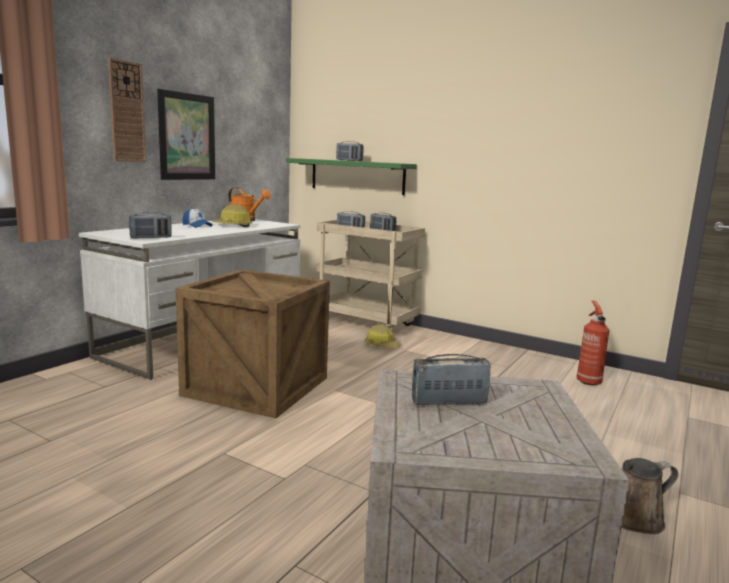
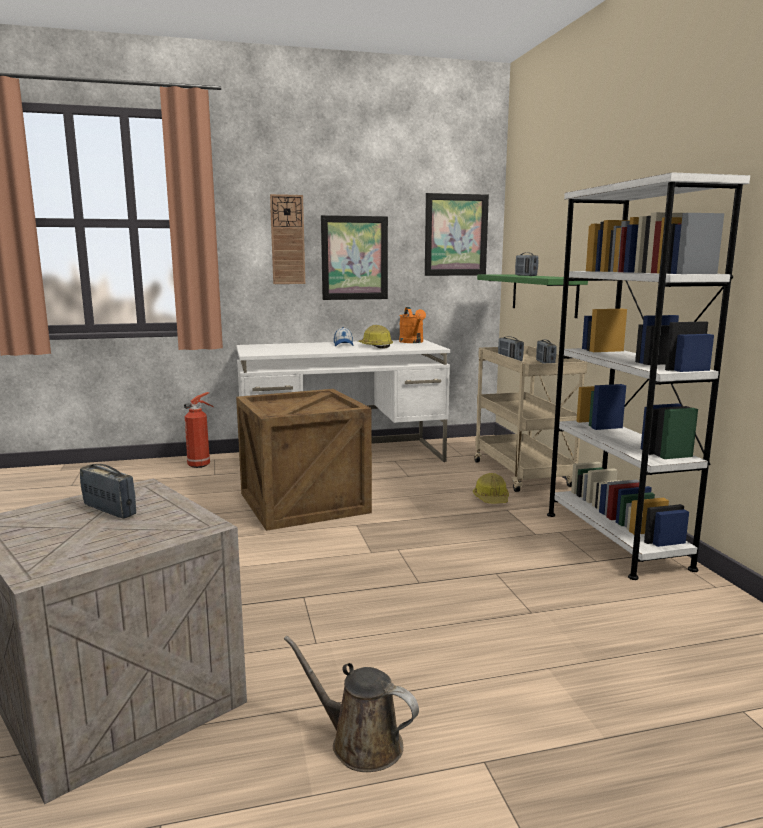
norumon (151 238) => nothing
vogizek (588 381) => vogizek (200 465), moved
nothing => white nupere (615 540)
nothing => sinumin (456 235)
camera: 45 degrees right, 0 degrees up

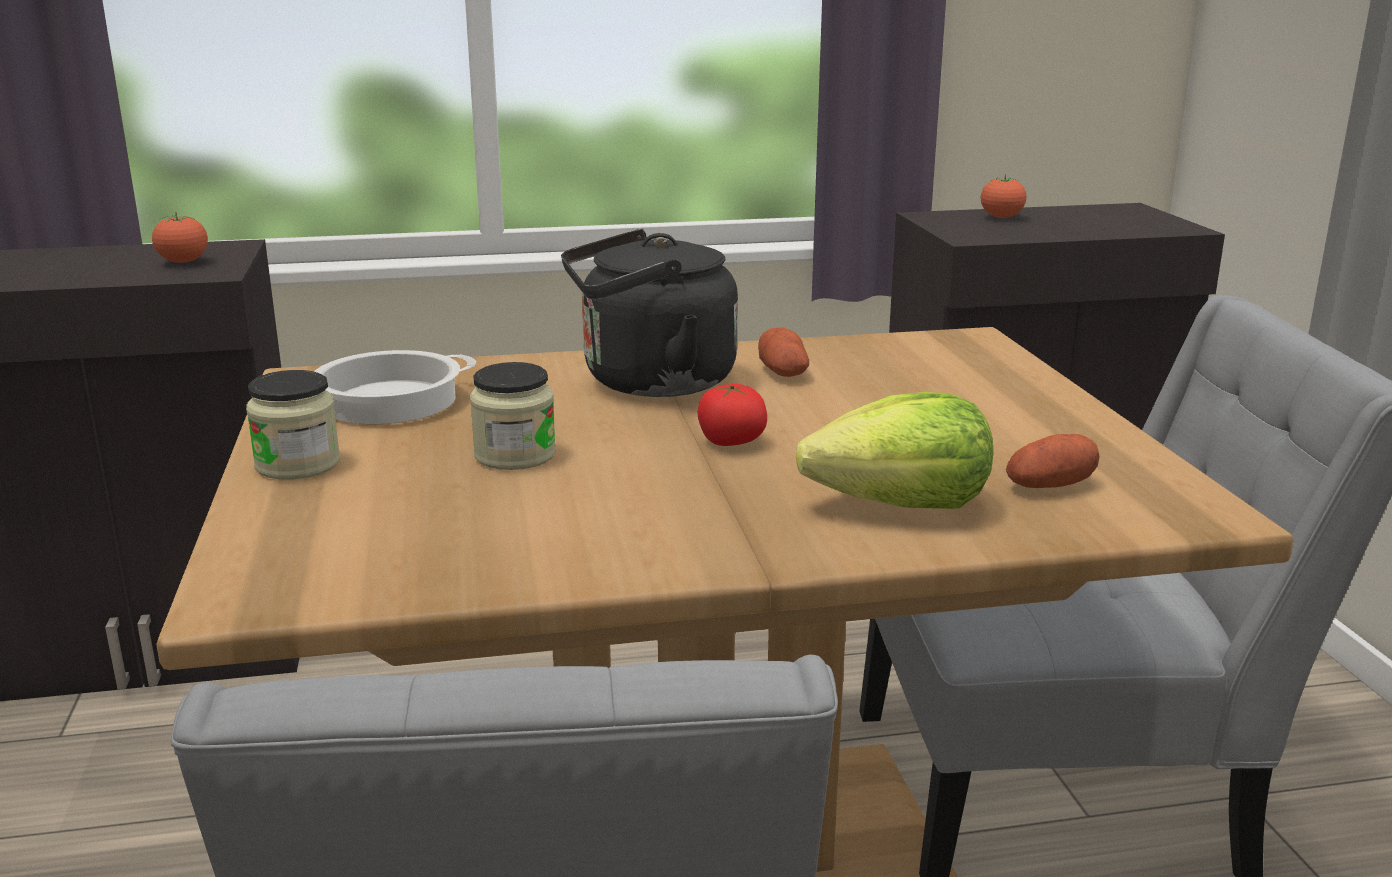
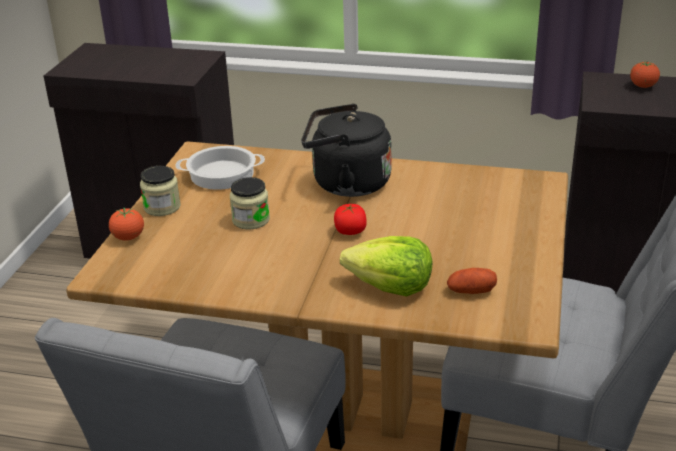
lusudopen (183 262) => lusudopen (128 237), moved
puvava (783 372) => nothing
camera: 25 degrees right, 10 degrees up

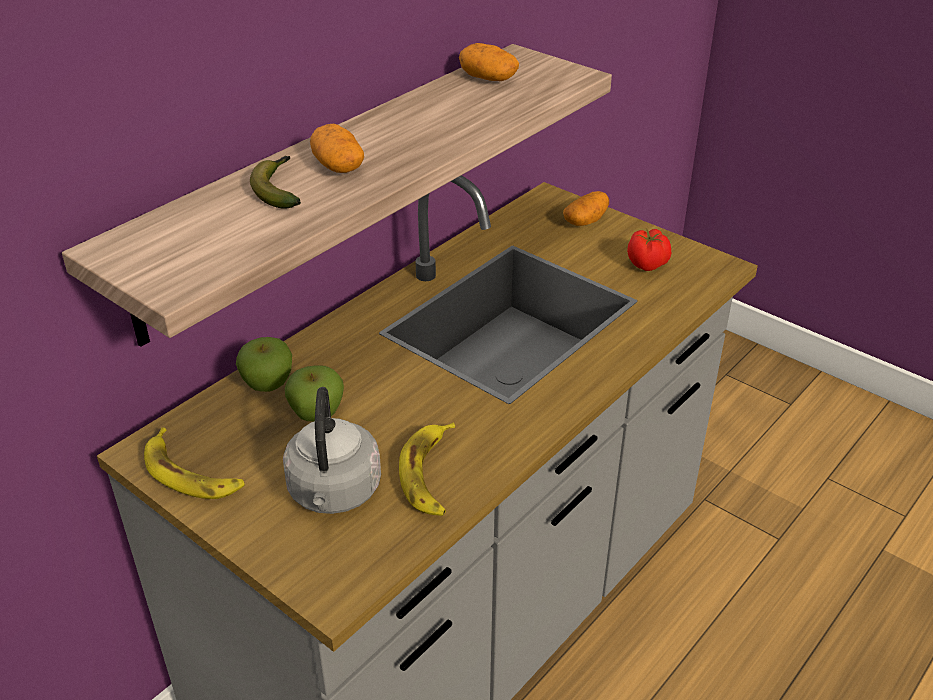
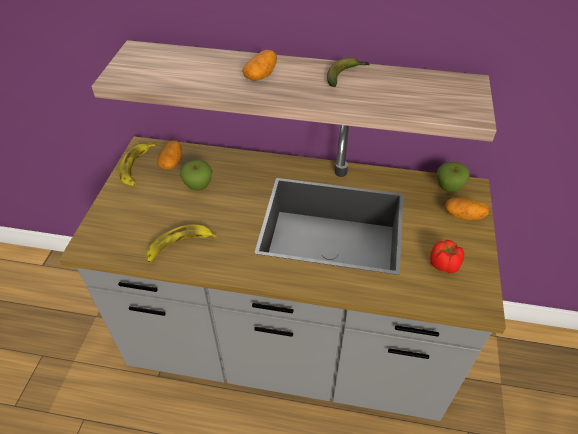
puvava (488 79) => puvava (172 162), moved
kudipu (278 189) => kudipu (346 76), moved
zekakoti (268 385) => zekakoti (448 188), moved
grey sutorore (334 493) => nothing
camera: 60 degrees right, 10 degrees up

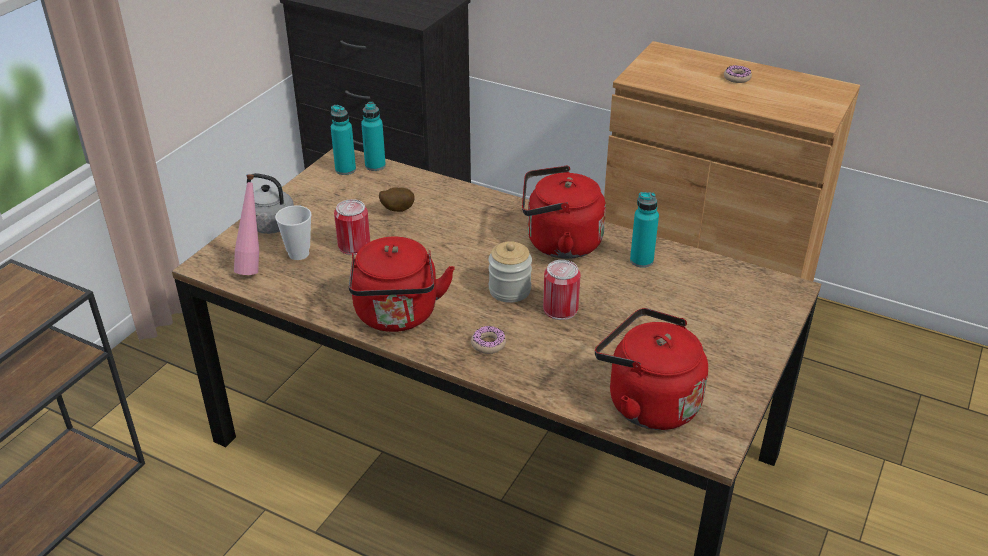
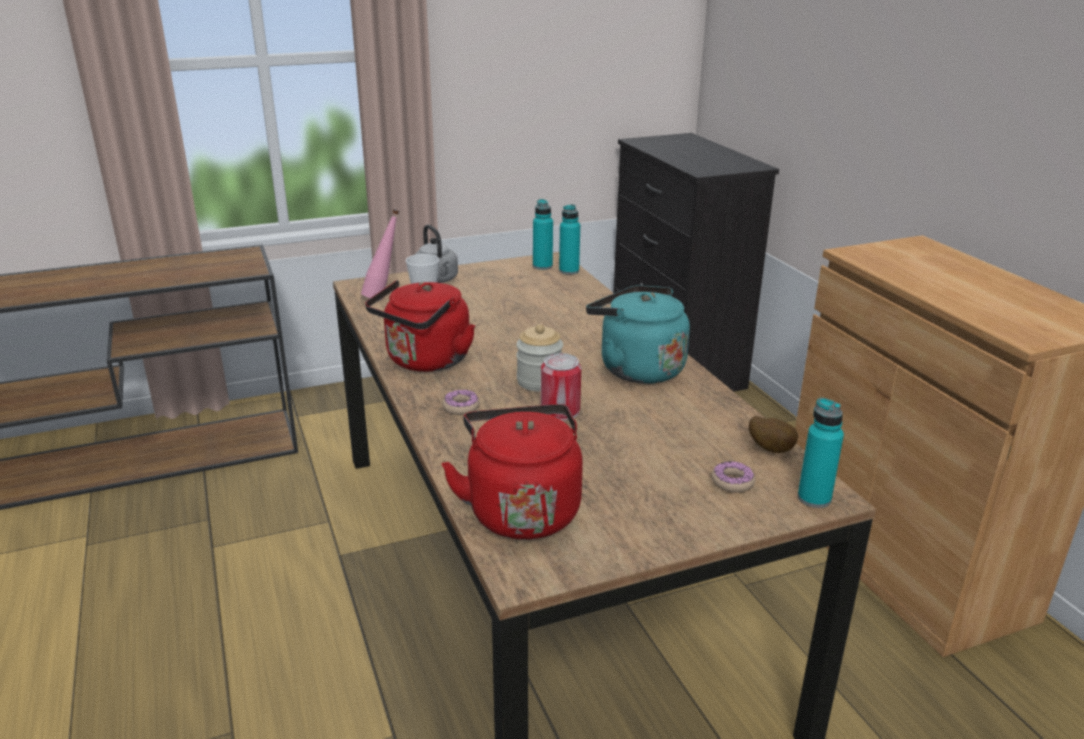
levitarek (737 78) => levitarek (732 482), moved
red sutorore (559 243) => turquoise sutorore (636 368)
puvava (397 210) => puvava (770 449), moved
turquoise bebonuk (641 260) => turquoise bebonuk (814 498), moved
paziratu (354 246) => nothing
camera: 40 degrees right, 10 degrees down

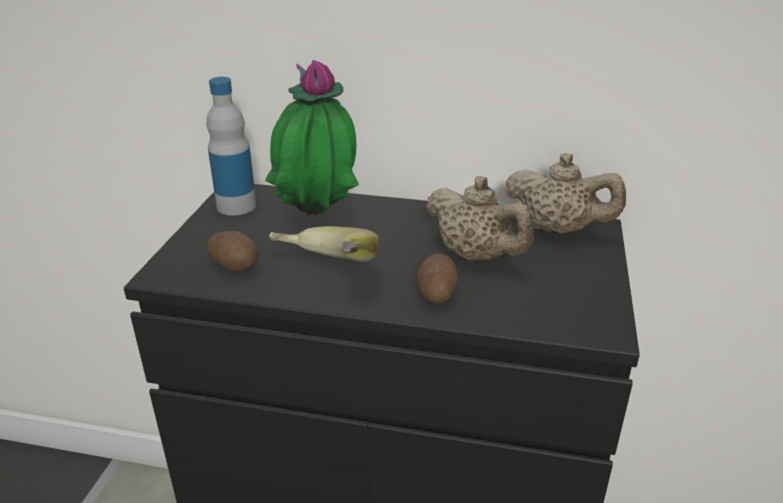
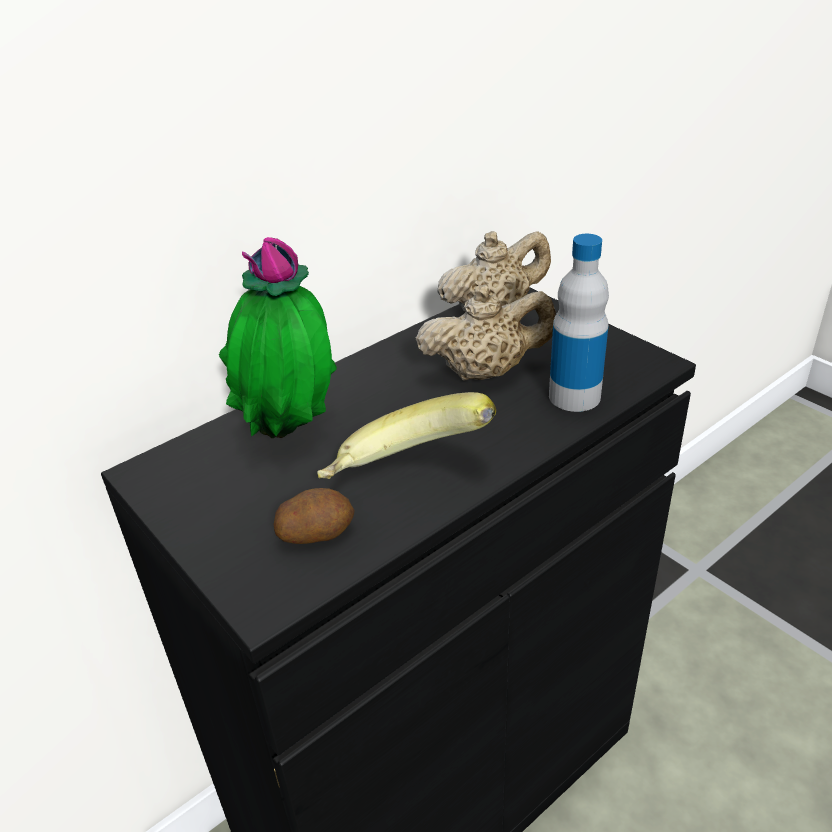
bebonuk (236 206) => bebonuk (574 396), moved
puvava (436 293) => nothing
camera: 50 degrees left, 5 degrees up

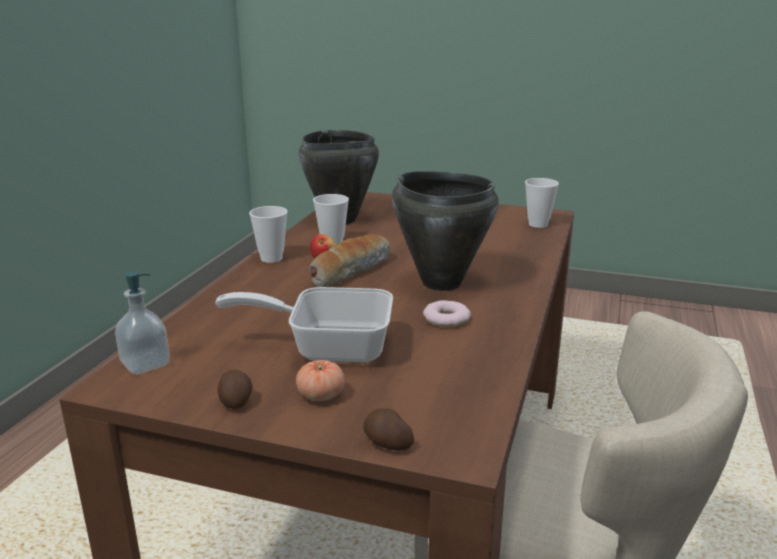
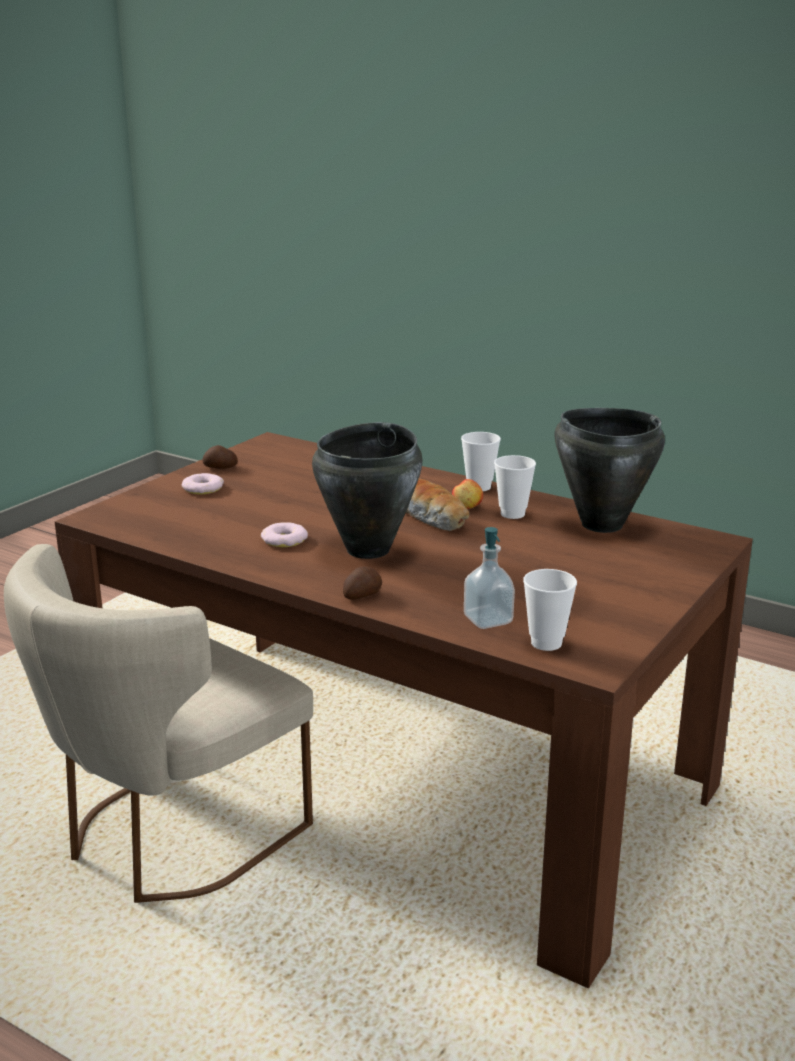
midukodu (145 364) => midukodu (488 620), moved
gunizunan (328 347) => nothing
lusudopen (321 395) => levitarek (203 488)
puvava (387 443) => puvava (361 595), moved
camera: 105 degrees right, 0 degrees up

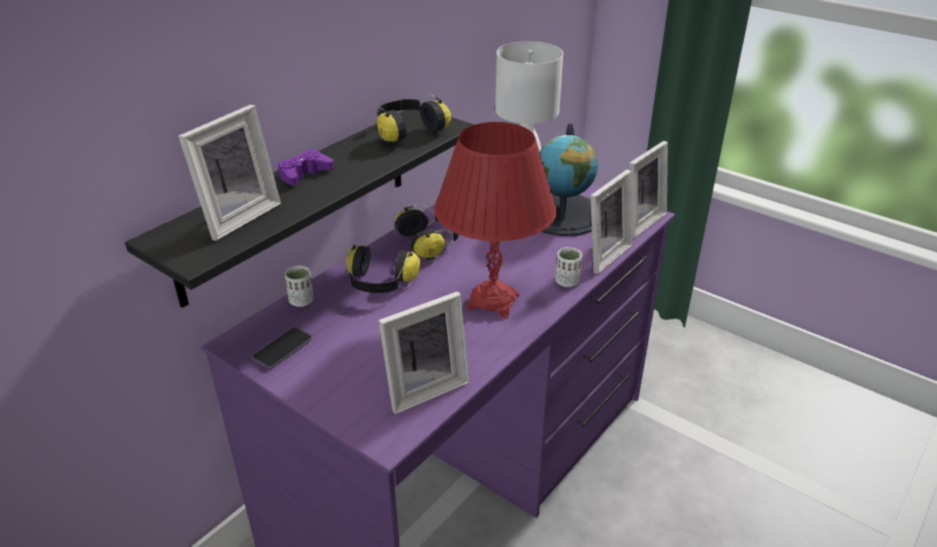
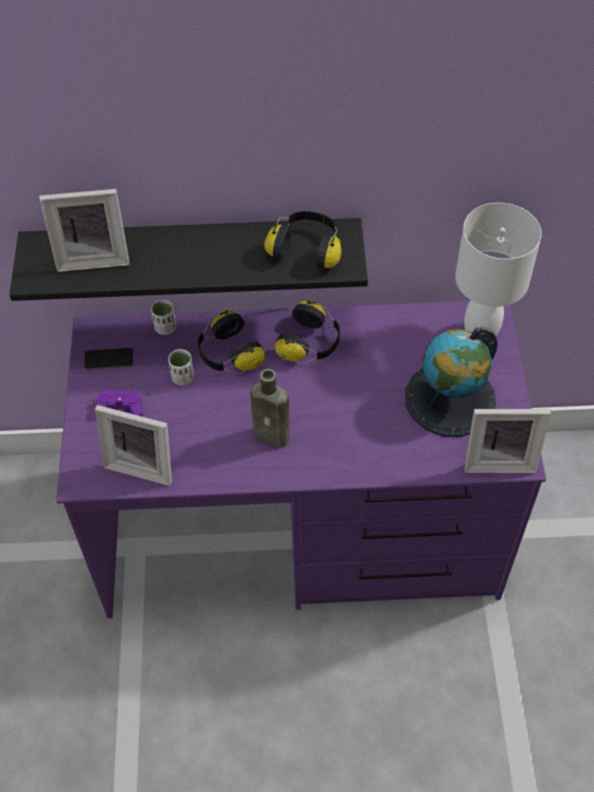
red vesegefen (493 302) => brown bebonuk (274 436)
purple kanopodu (304 174) => purple kanopodu (121 408), moved
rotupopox (602 254) => nothing
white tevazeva (567 282) => white tevazeva (182 377), moved
camera: 50 degrees right, 20 degrees up

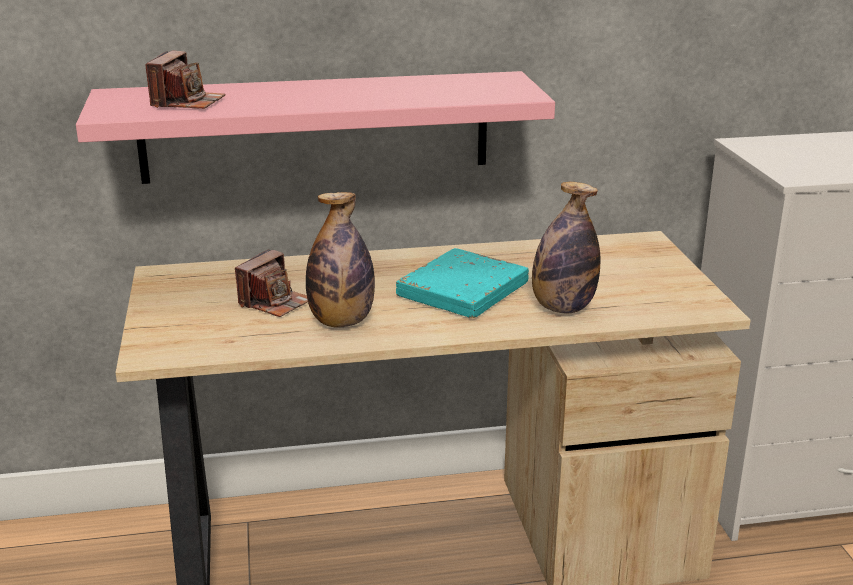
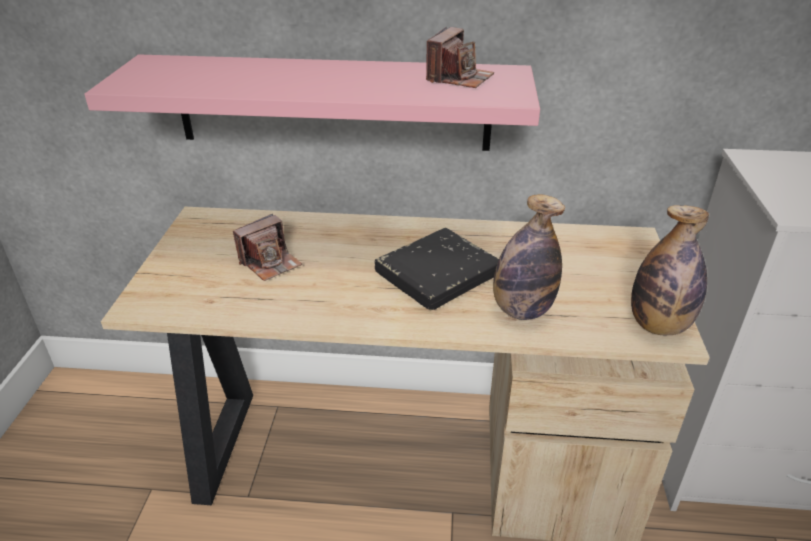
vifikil (187 102) => vifikil (459 78), moved
bebonuk (341 322) => bebonuk (658 325), moved
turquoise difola (463 291) => black difola (438 274)
camera: 15 degrees right, 10 degrees up

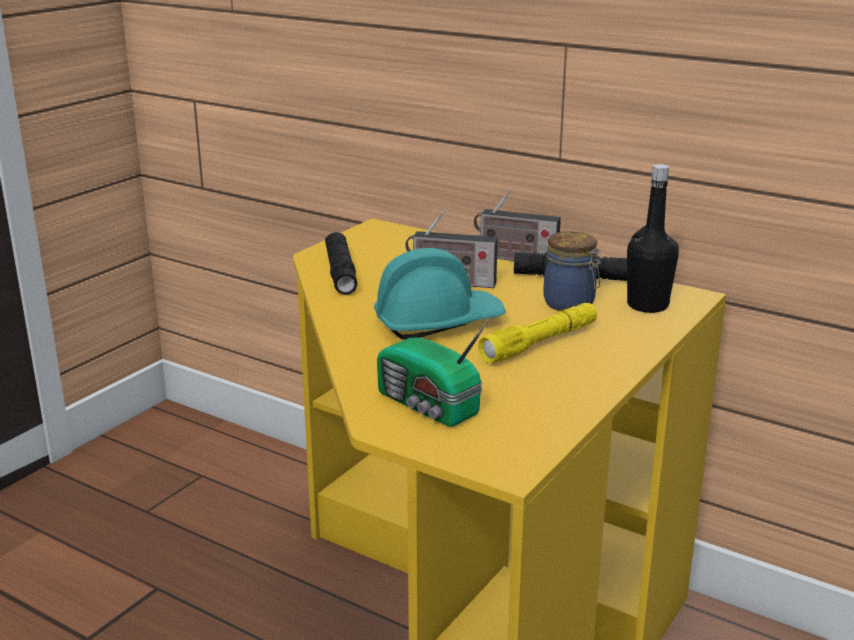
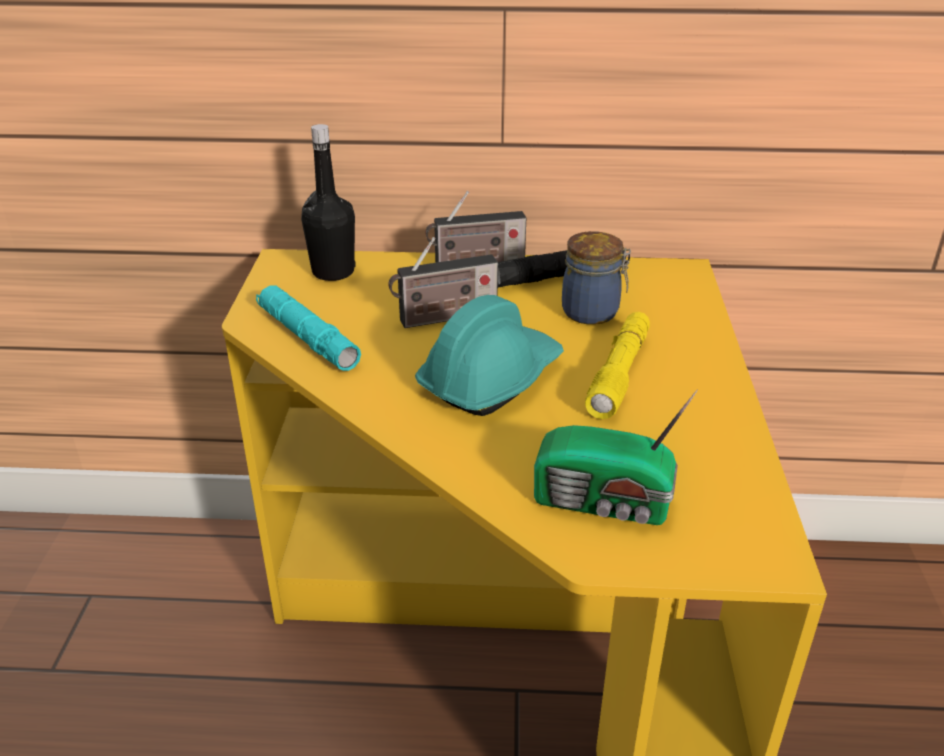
black bebonuk (647 305) => black bebonuk (333 272), moved
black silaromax (341 272) => turquoise silaromax (307 337)
camera: 30 degrees left, 10 degrees up

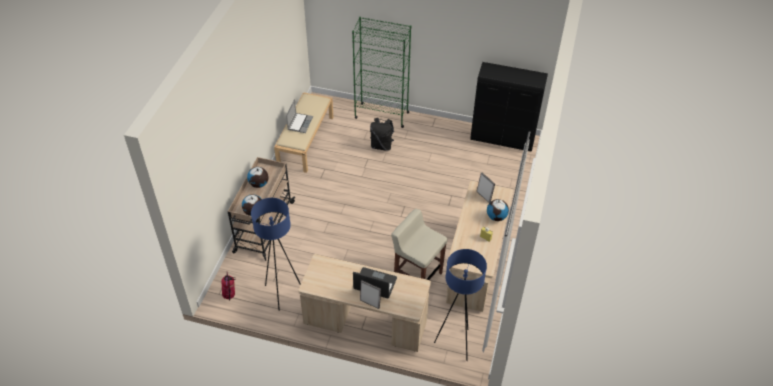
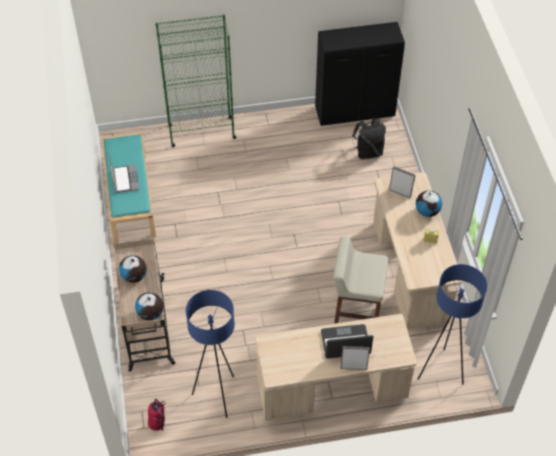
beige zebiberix (305 140) => turquoise zebiberix (130 196)
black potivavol (381 145) => black potivavol (368 152), moved
camera: 25 degrees left, 5 degrees up

